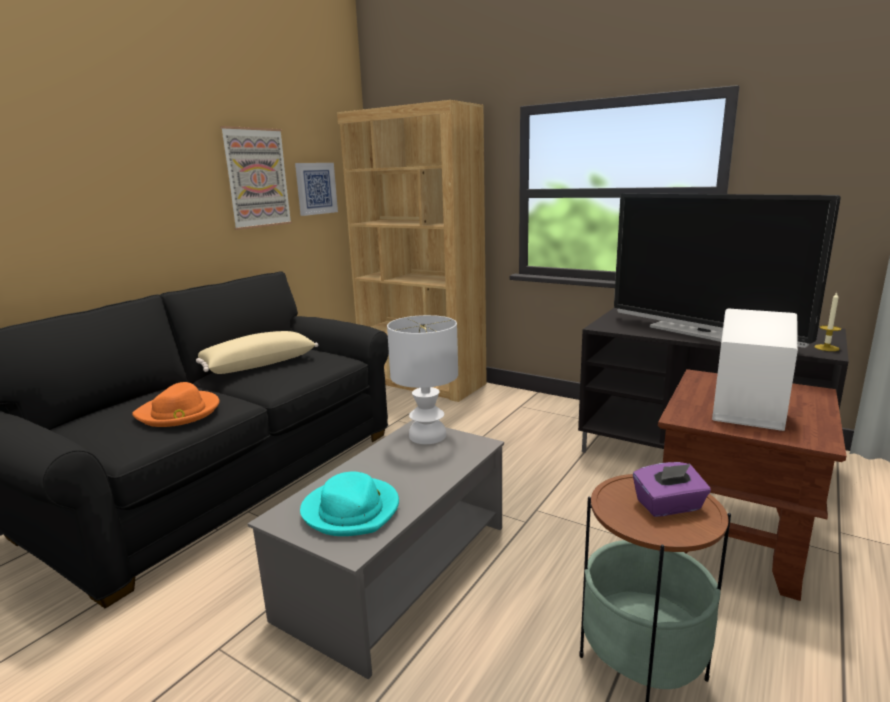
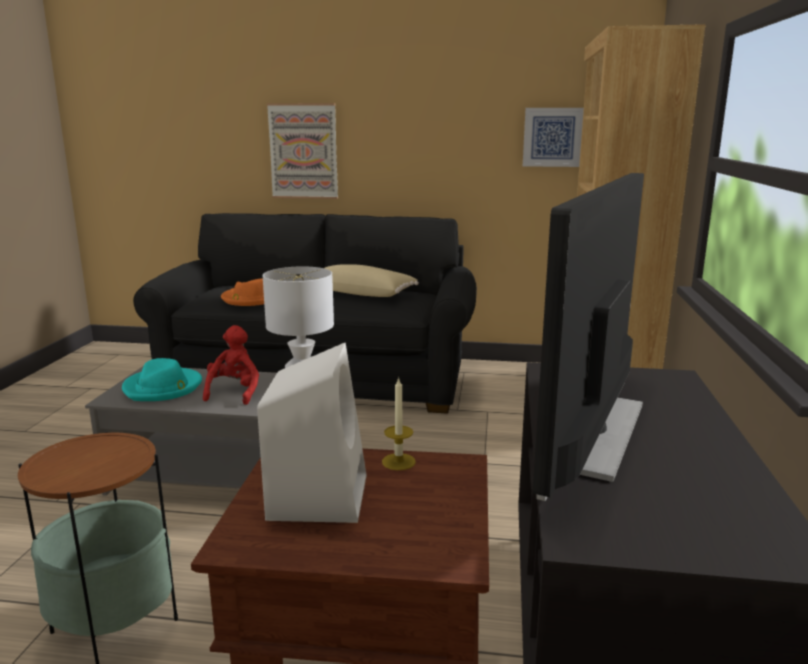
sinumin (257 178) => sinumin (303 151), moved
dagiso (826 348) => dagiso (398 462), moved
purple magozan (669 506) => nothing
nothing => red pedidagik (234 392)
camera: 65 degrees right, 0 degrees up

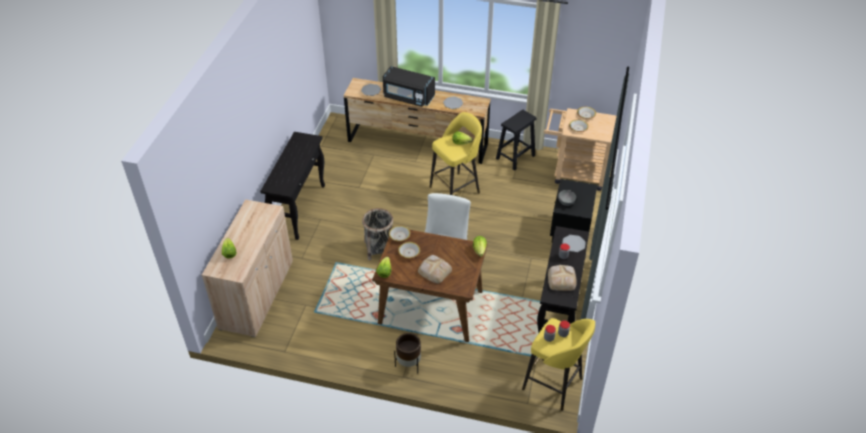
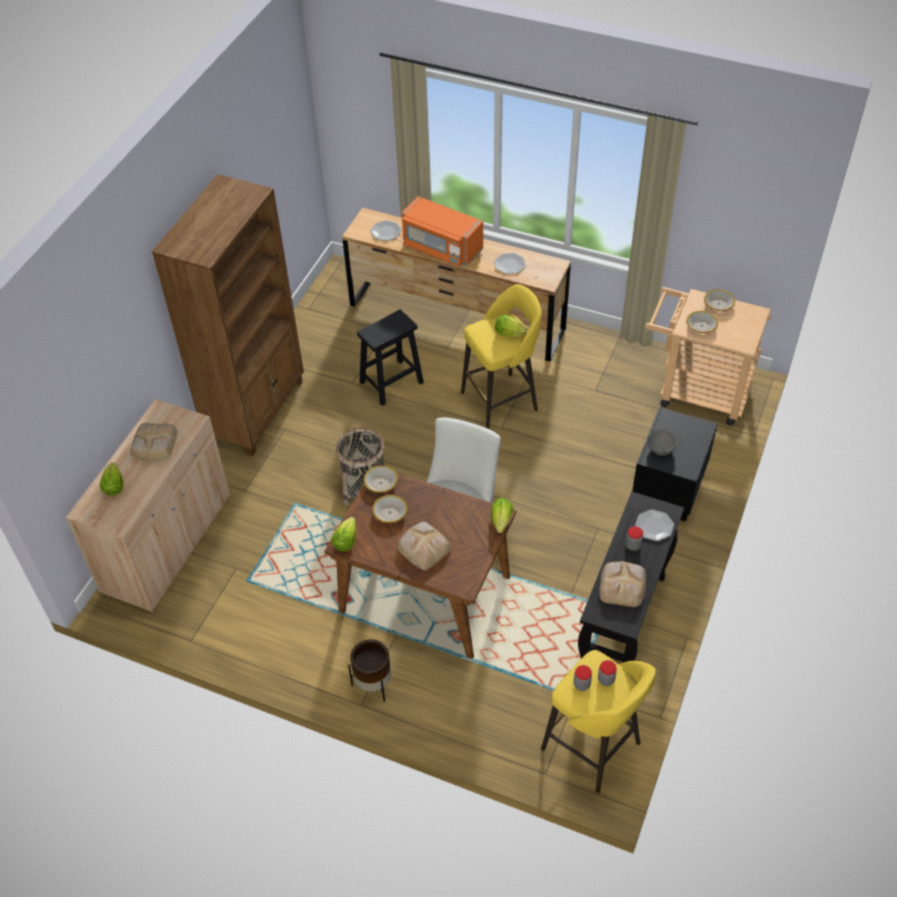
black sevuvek (408 97) => orange sevuvek (441 247)
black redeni (515 156) => black redeni (392 382), moved
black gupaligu (299 209) => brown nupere (256 410)
nothing => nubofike (153 444)
camera: 10 degrees right, 5 degrees up

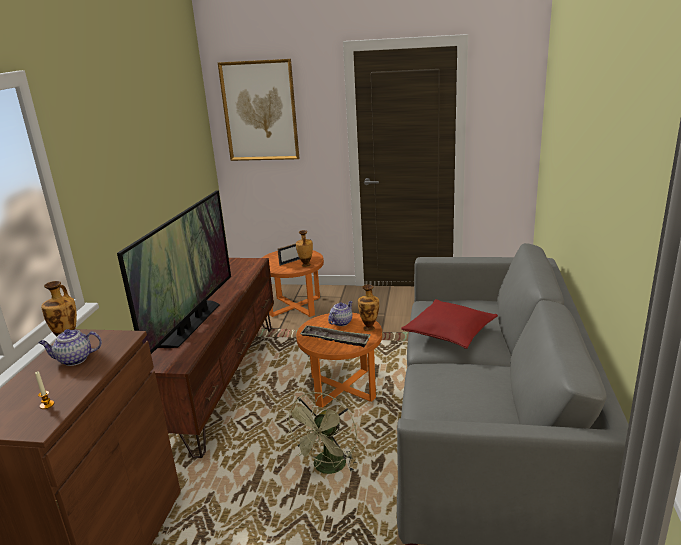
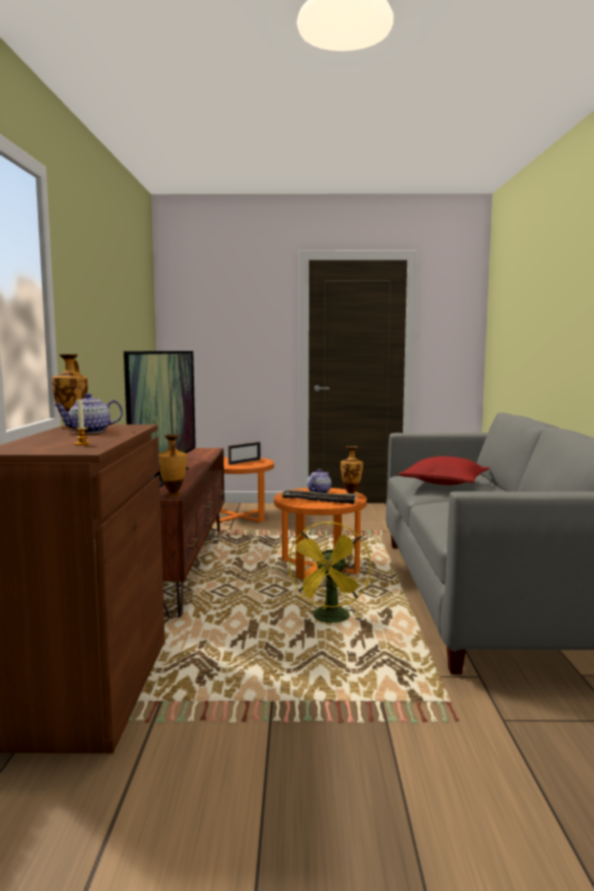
sinumin (260 111) => nothing
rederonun (306 265) => rederonun (173 495), moved
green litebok (327 469) => yellow litebok (331 620)
camera: 10 degrees left, 15 degrees down

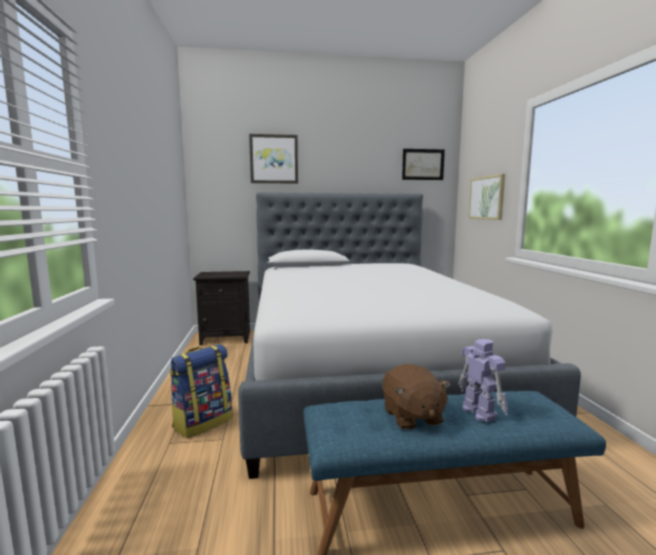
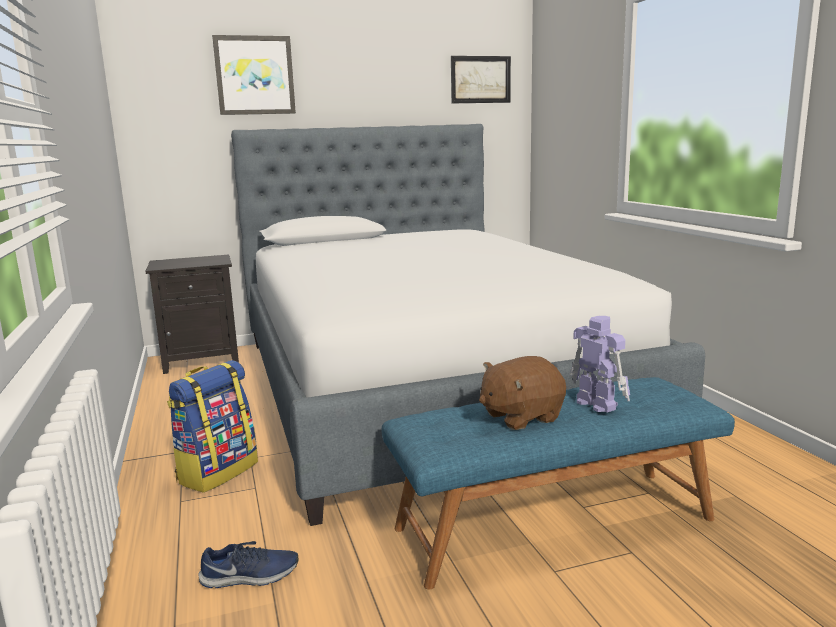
sinumin (486 198) => nothing
brown pedidagik (412 417) => brown pedidagik (520 416), 90 degrees clockwise
nothing => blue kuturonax (250 576)
camera: 10 degrees left, 5 degrees up

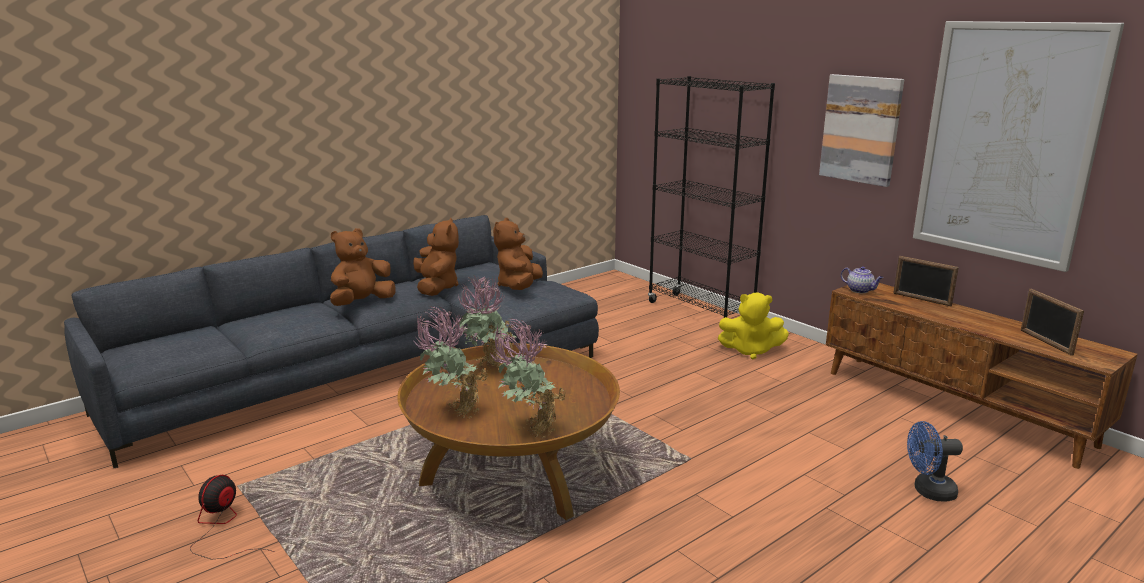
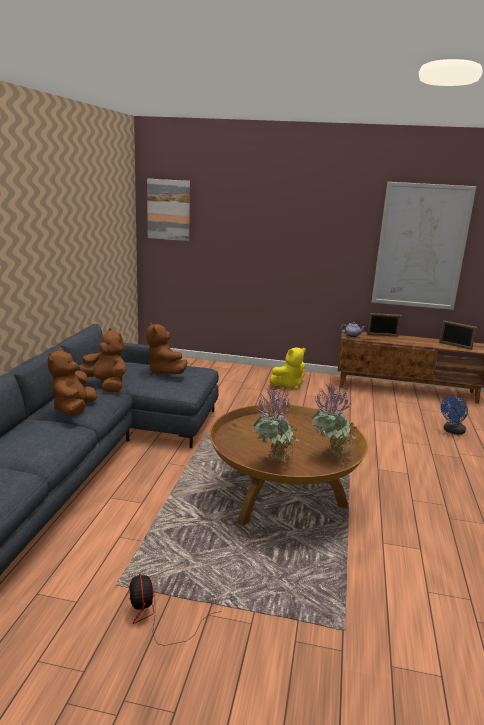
sinumin (861 129) => sinumin (168 210), moved
black nupere (700 312) => nothing
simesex (489 368) => nothing
camera: 40 degrees left, 0 degrees up

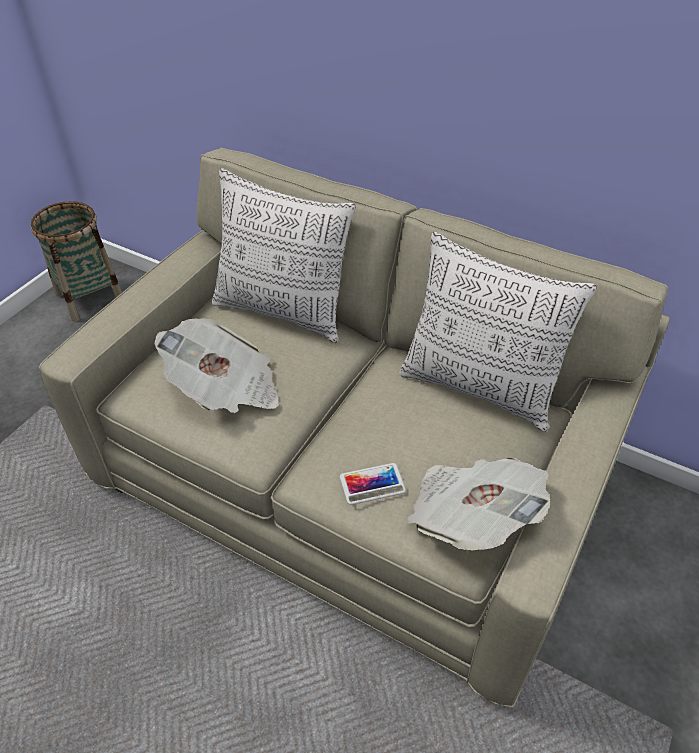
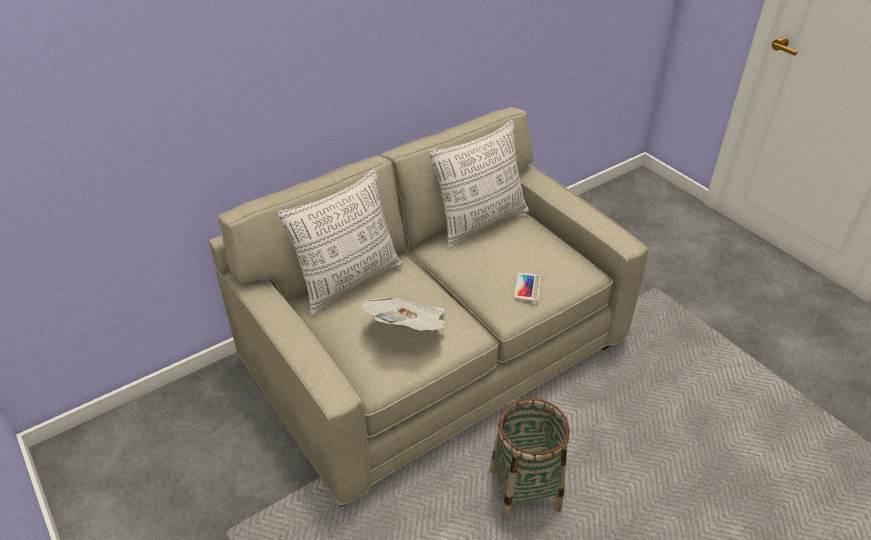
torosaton (90 298) => torosaton (524 490), moved
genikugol (469 516) => nothing
camera: 65 degrees left, 5 degrees down

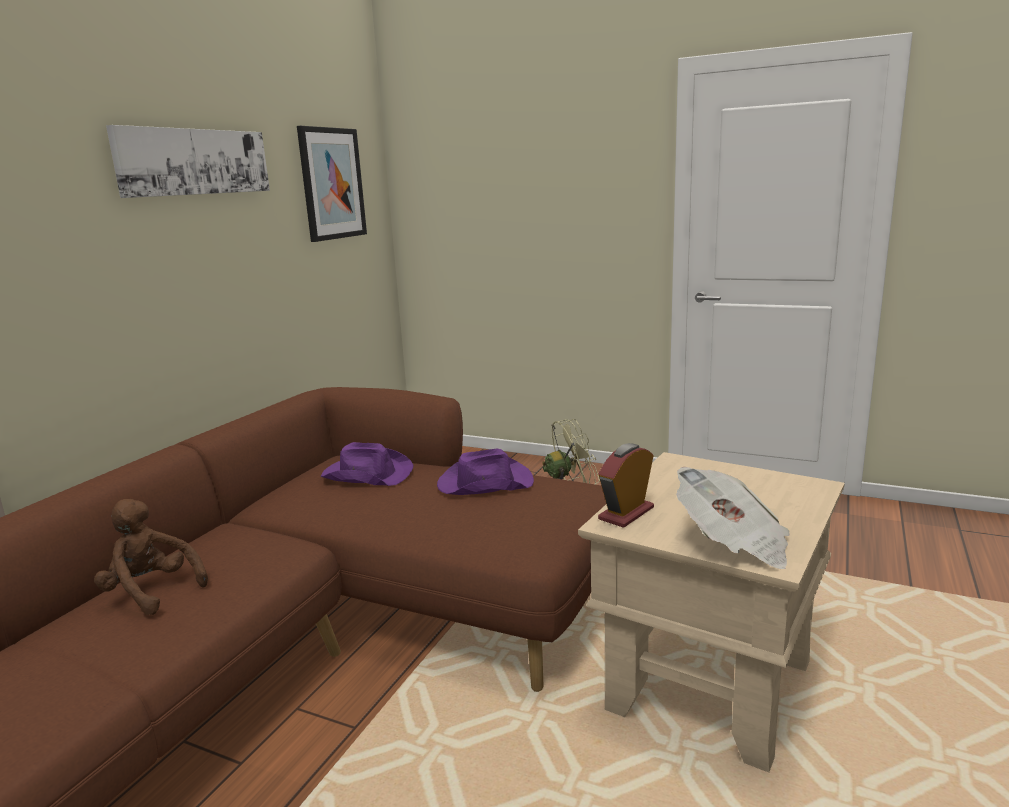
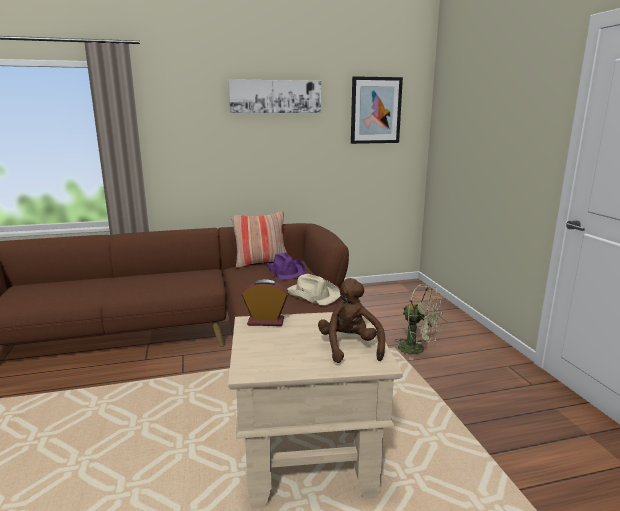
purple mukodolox (484 483) => beige mukodolox (312 295)
genikugol (733 544) => nothing
brown pedidagik (151 592) => brown pedidagik (350 347), moved
nothing => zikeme (261 262)
camera: 50 degrees right, 0 degrees up

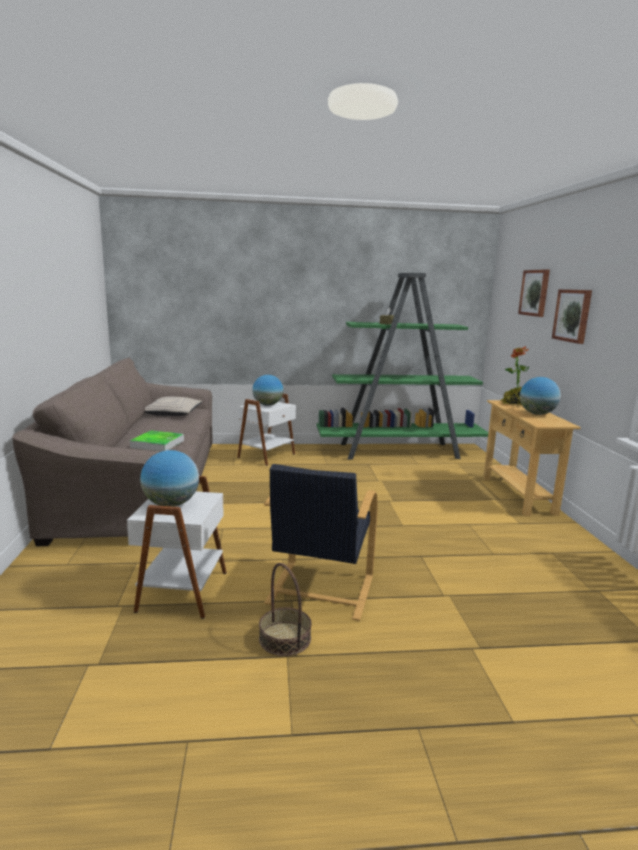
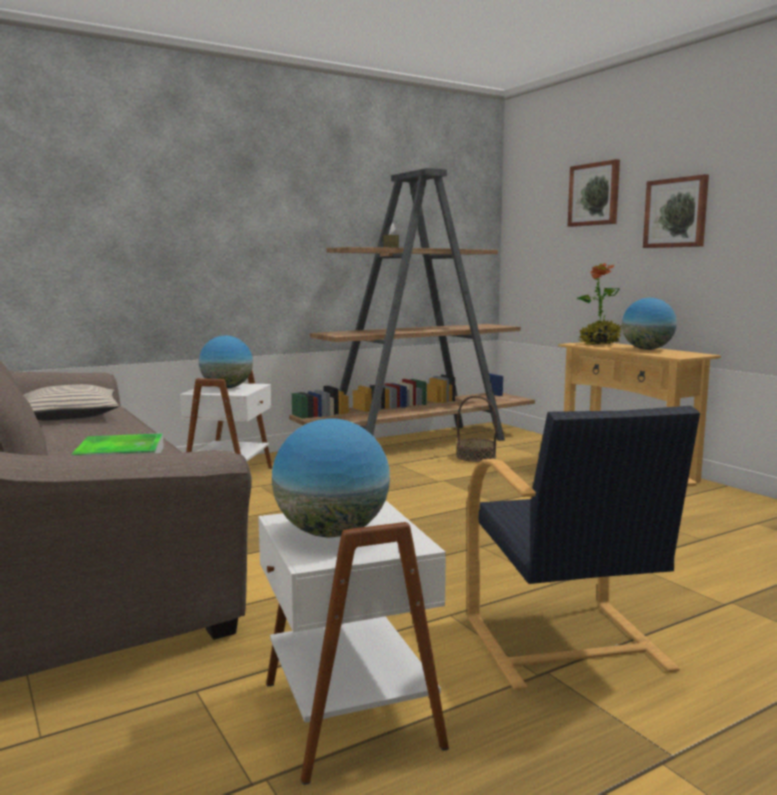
green nupere (400 451) => brown nupere (418 442)
torosaton (285 638) => torosaton (476 456), moved
camera: 25 degrees left, 5 degrees down

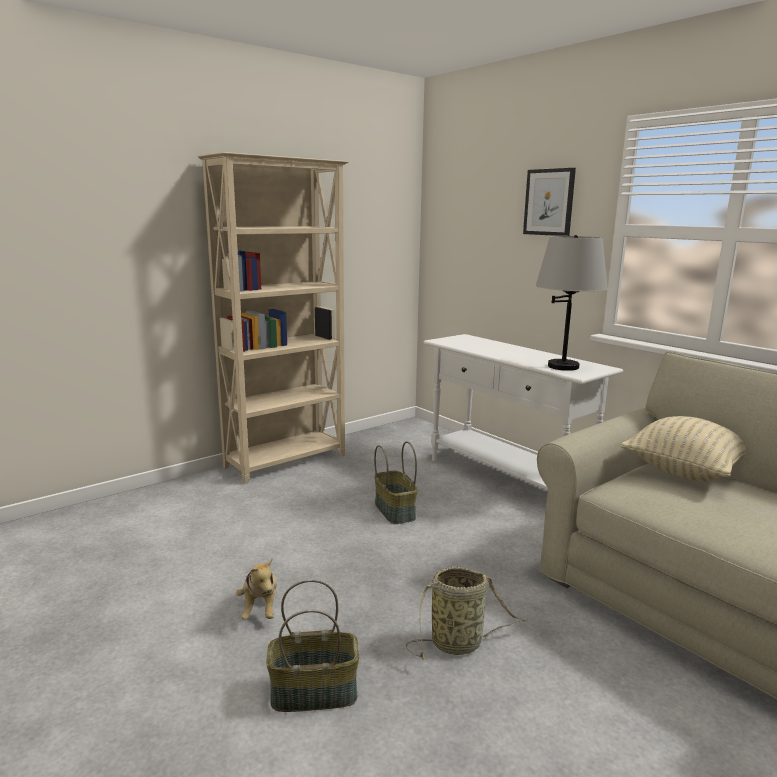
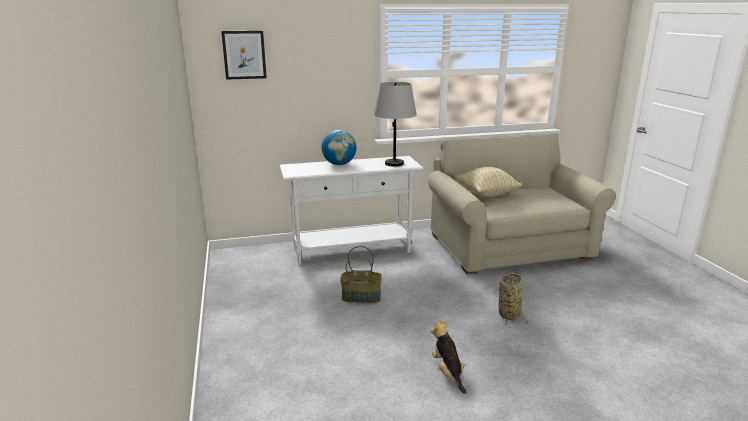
beige nupere (287 461) => nothing
sinumin (549 202) => sinumin (244 55), moved
pedidagik (260 607) => pedidagik (448 372), 120 degrees counterclockwise
torosaton (315 691) => nothing
nothing => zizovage (339 164)
camera: 65 degrees left, 5 degrees up

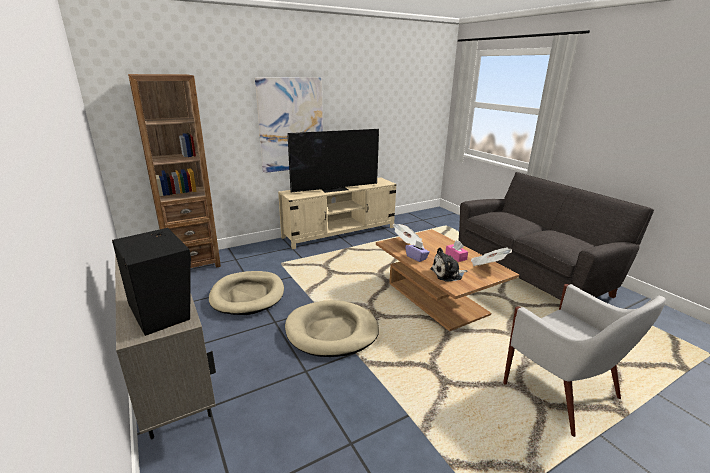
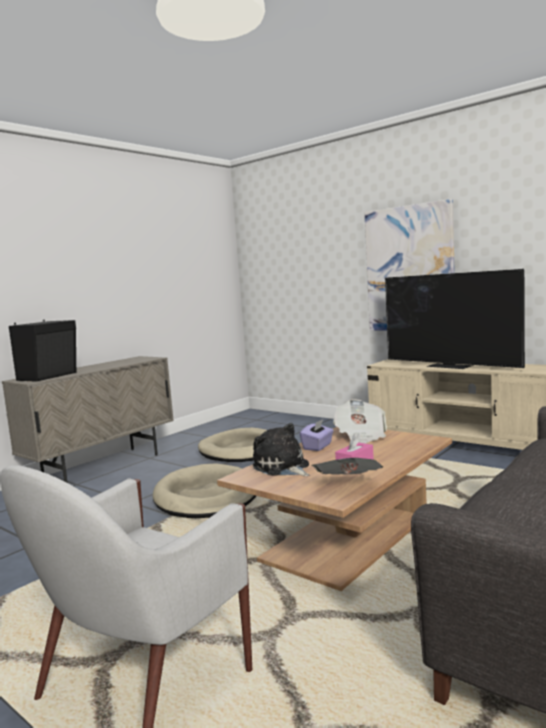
brown nupere (193 263) => nothing
camera: 70 degrees right, 15 degrees down

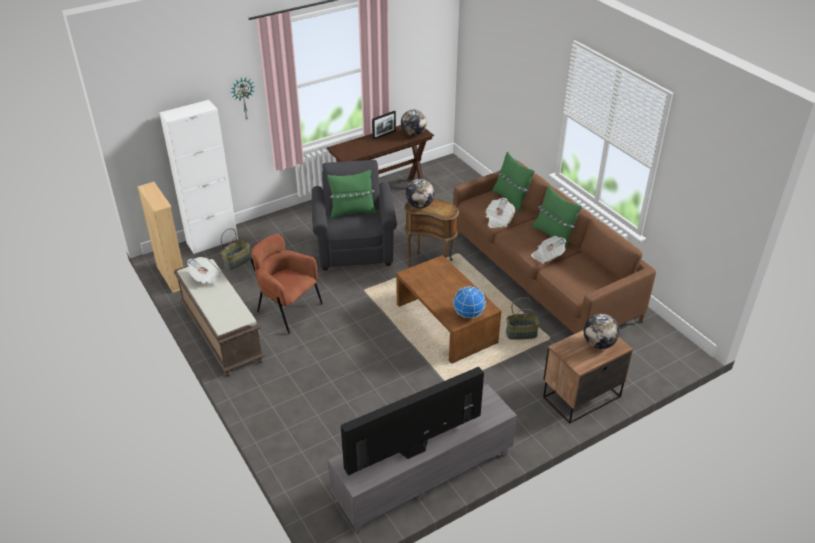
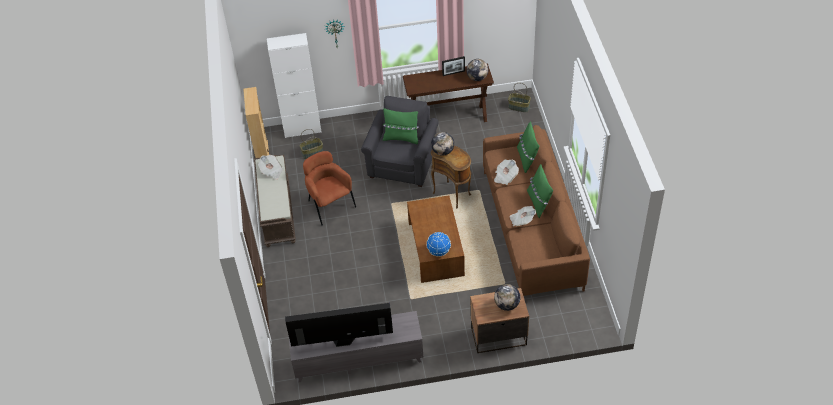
torosaton (521 333) => torosaton (519 107), moved
camera: 25 degrees right, 10 degrees up

